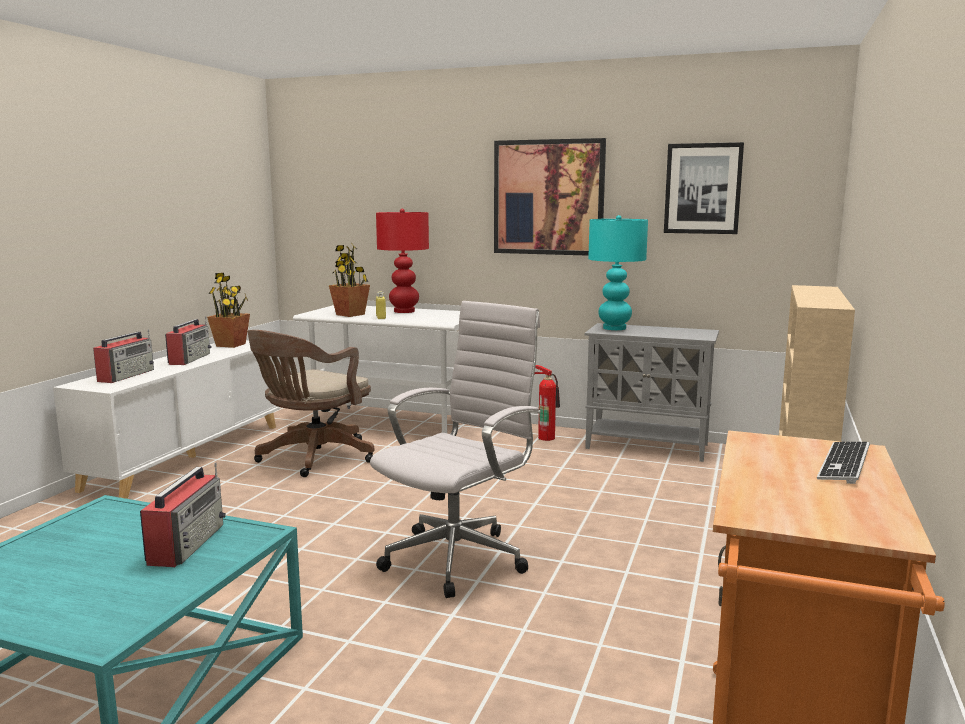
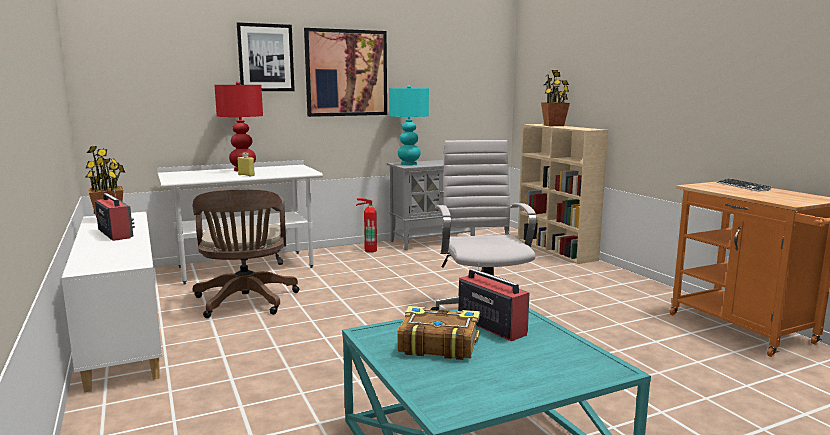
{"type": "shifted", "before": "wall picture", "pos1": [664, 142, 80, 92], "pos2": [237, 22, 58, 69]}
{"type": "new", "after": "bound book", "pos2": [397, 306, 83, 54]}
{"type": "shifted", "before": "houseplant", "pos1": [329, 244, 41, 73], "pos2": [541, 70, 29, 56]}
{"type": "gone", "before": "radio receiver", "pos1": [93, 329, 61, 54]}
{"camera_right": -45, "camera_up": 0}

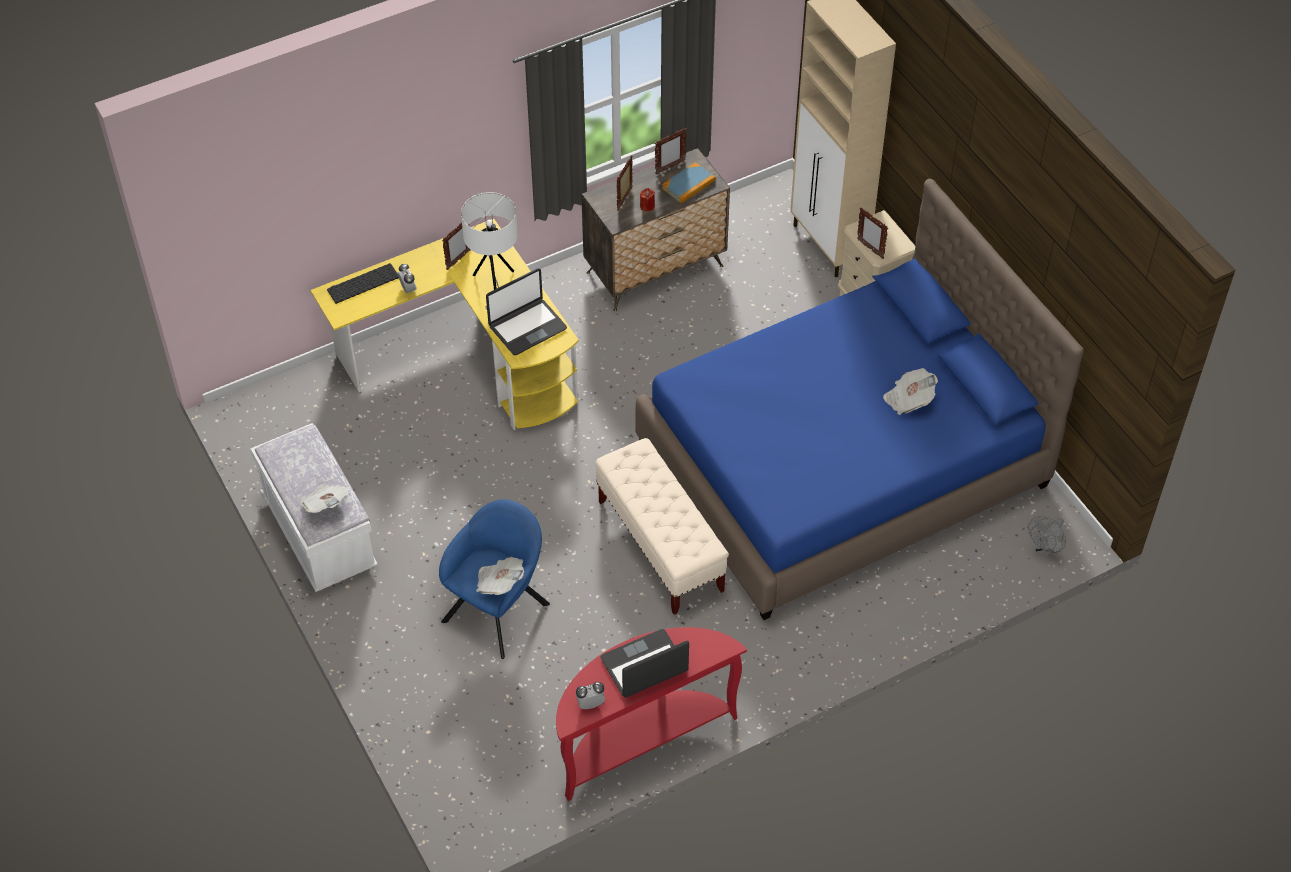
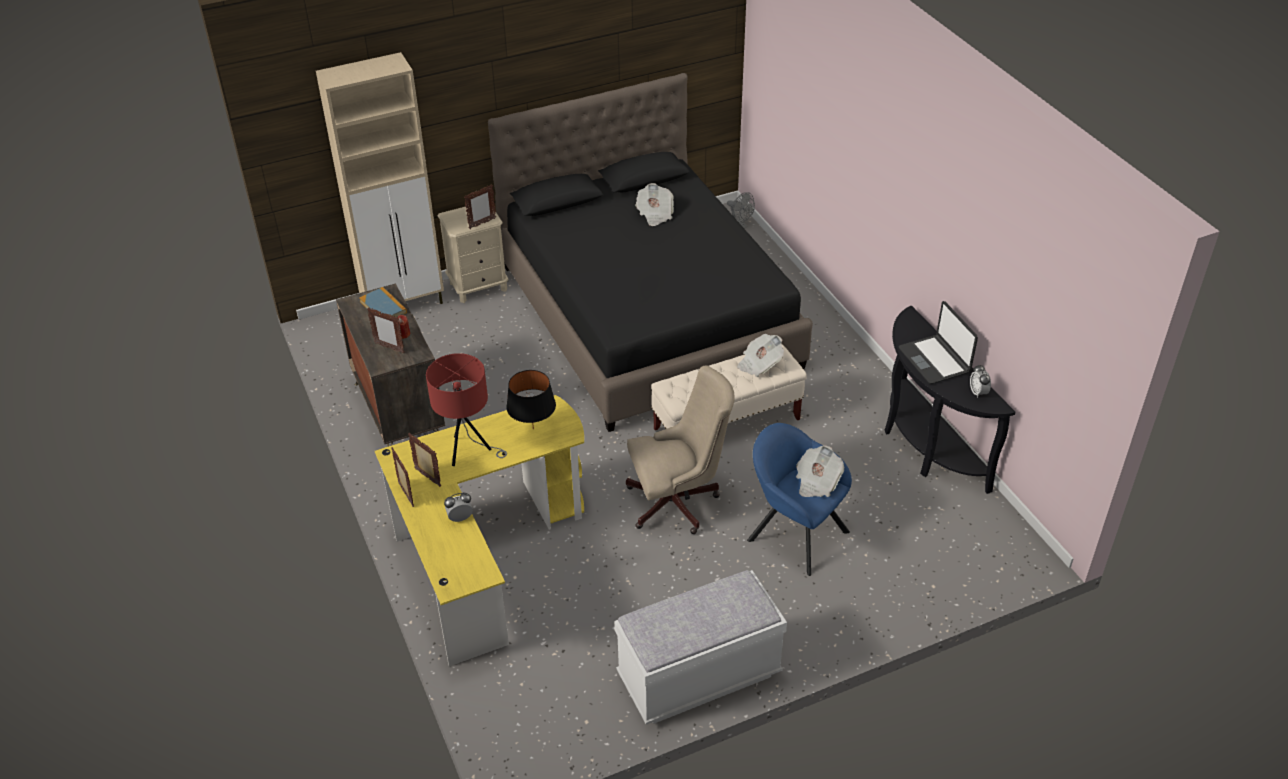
{"type": "shifted", "before": "picture frame", "pos1": [655, 128, 31, 46], "pos2": [391, 447, 23, 60]}
{"type": "repainted", "before": "table lamp/white-coloured", "after": "table lamp/red-coloured", "pos1": [461, 192, 57, 118], "pos2": [426, 353, 81, 113]}
{"type": "repainted", "before": "bedroom bed/blue-coloured", "after": "bedroom bed/black", "pos1": [635, 179, 449, 441], "pos2": [488, 73, 325, 359]}
{"type": "swapped", "before": "portable computer", "after": "table lamp/black", "pos1": [486, 268, 81, 87], "pos2": [506, 370, 50, 60]}
{"type": "new", "after": "computer chair/beige-coloured", "pos2": [626, 365, 109, 169]}
{"type": "shifted", "before": "daily paper", "pos1": [301, 484, 48, 29], "pos2": [737, 334, 47, 43]}
{"type": "repainted", "before": "hall table/red-coloured", "after": "hall table/black", "pos1": [556, 627, 191, 174], "pos2": [885, 306, 131, 188]}
{"type": "gone", "before": "PC keyboard", "pos1": [327, 263, 72, 41]}
{"camera_right": -85, "camera_up": -10}

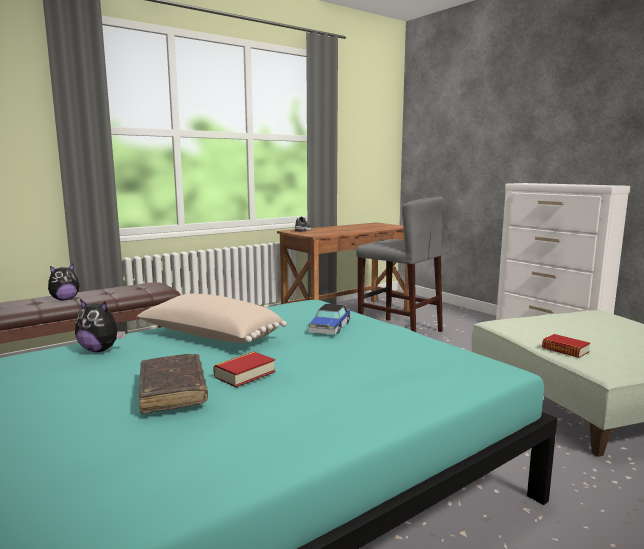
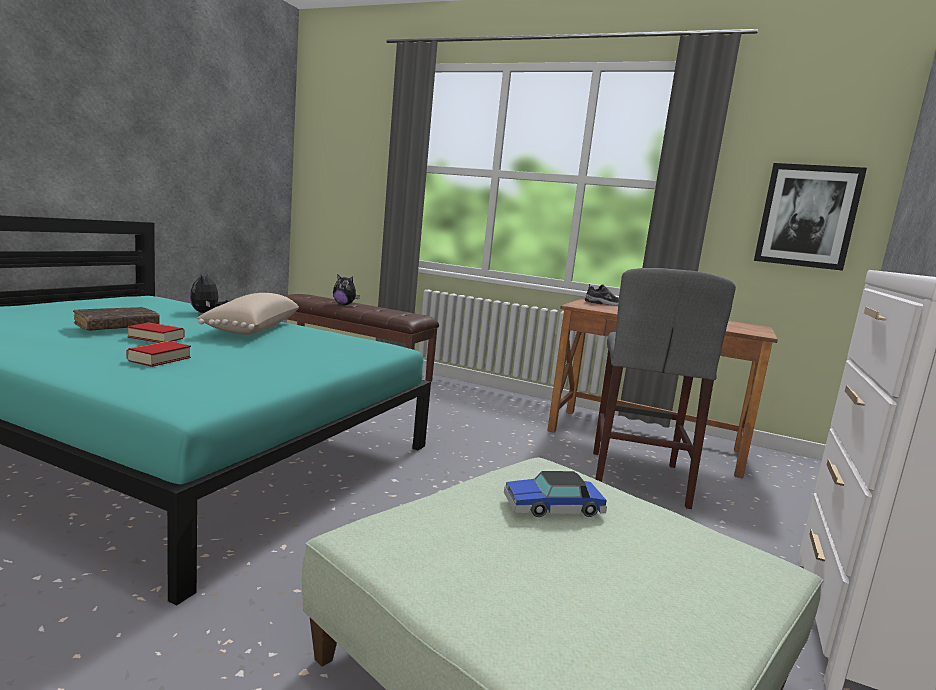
{"type": "shifted", "before": "bound book", "pos1": [542, 334, 48, 24], "pos2": [127, 341, 64, 26]}
{"type": "shifted", "before": "miniature car", "pos1": [308, 304, 43, 31], "pos2": [504, 471, 103, 46]}
{"type": "new", "after": "wall picture", "pos2": [754, 163, 113, 108]}
{"camera_right": 60, "camera_up": 0}

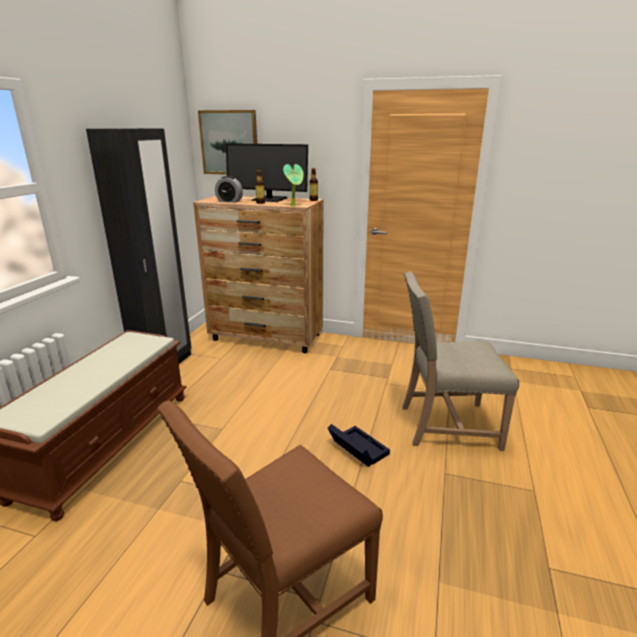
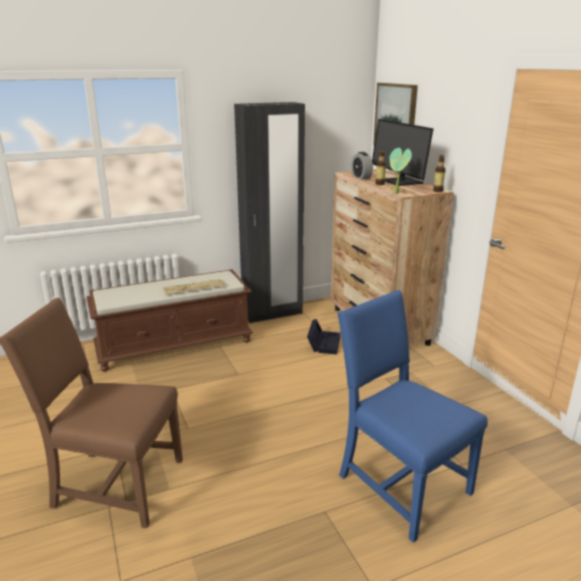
{"type": "new", "after": "PC keyboard", "pos2": [163, 279, 63, 16]}
{"type": "shifted", "before": "storage container/black", "pos1": [328, 424, 62, 43], "pos2": [307, 319, 34, 35]}
{"type": "repainted", "before": "plain chair/beige-coloured", "after": "plain chair/blue-coloured", "pos1": [402, 272, 117, 179], "pos2": [337, 290, 151, 253]}
{"camera_right": 50, "camera_up": 0}

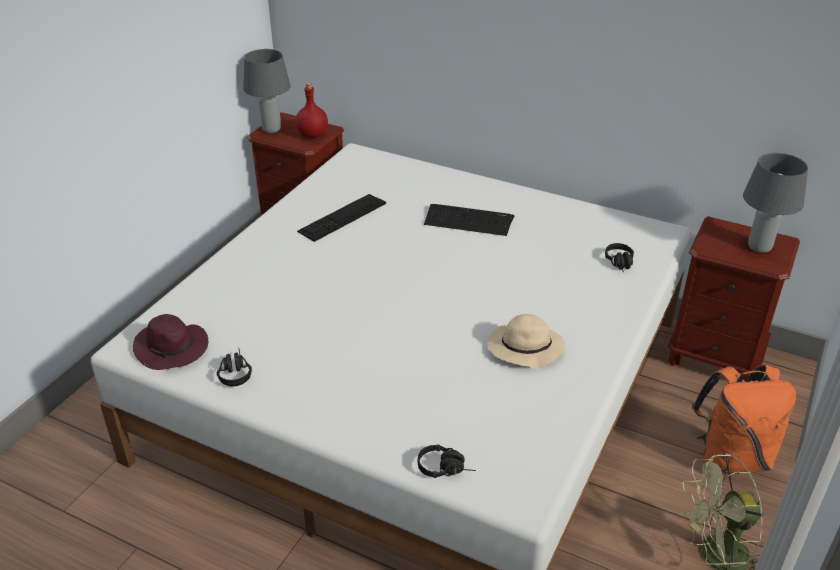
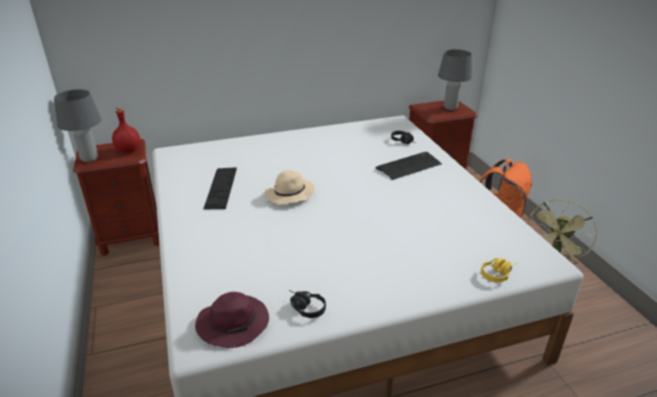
{"type": "shifted", "before": "hat/beige-coloured", "pos1": [488, 314, 77, 54], "pos2": [265, 170, 50, 34]}
{"type": "shifted", "before": "PC keyboard", "pos1": [424, 204, 90, 32], "pos2": [376, 152, 66, 28]}
{"type": "repainted", "before": "headphones/black", "after": "headphones/yellowish", "pos1": [417, 445, 59, 33], "pos2": [481, 258, 37, 24]}
{"camera_right": -45, "camera_up": -5}

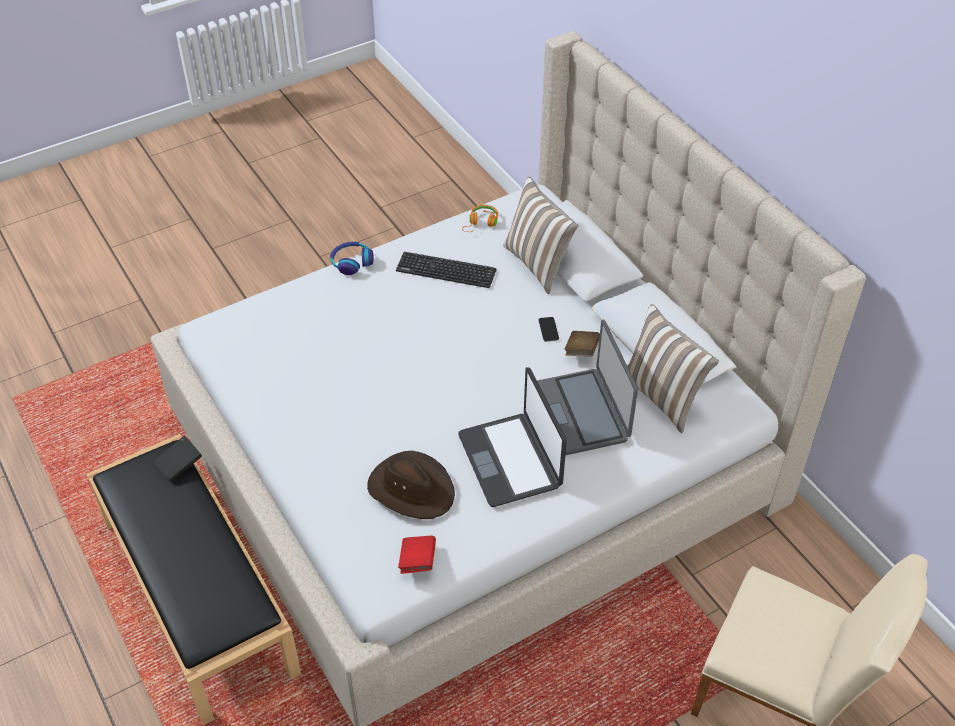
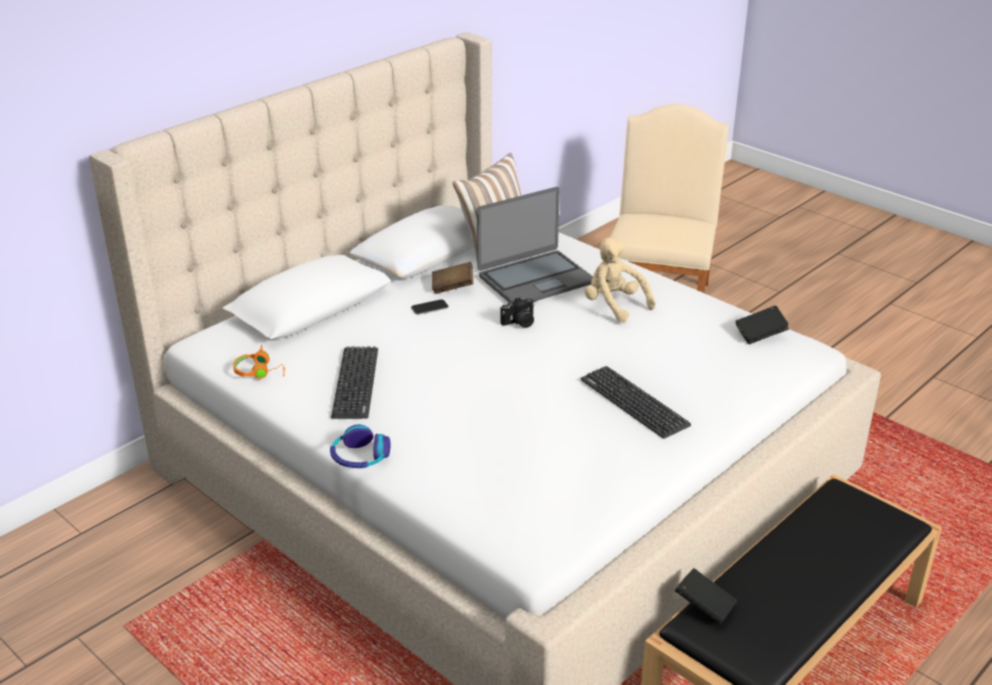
{"type": "new", "after": "still camera", "pos2": [501, 297, 34, 31]}
{"type": "new", "after": "PC keyboard", "pos2": [581, 366, 110, 73]}
{"type": "swapped", "before": "portable computer", "after": "soft toy/beige-coloured", "pos1": [458, 367, 109, 140], "pos2": [585, 237, 71, 86]}
{"type": "repainted", "before": "bound book/red-coloured", "after": "bound book/black", "pos1": [398, 536, 38, 38], "pos2": [735, 305, 54, 39]}
{"type": "gone", "before": "hat/brown", "pos1": [367, 451, 88, 68]}
{"type": "gone", "before": "pillow", "pos1": [504, 177, 74, 117]}
{"camera_right": -105, "camera_up": -15}

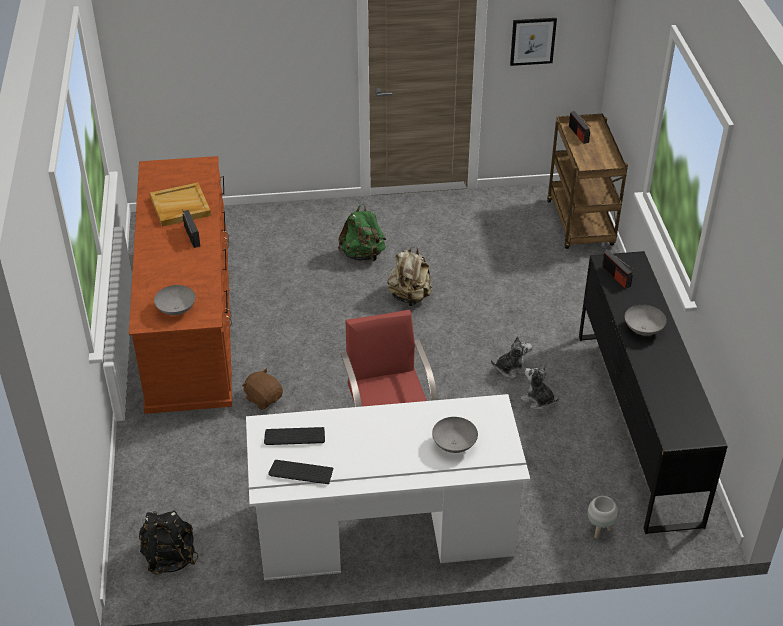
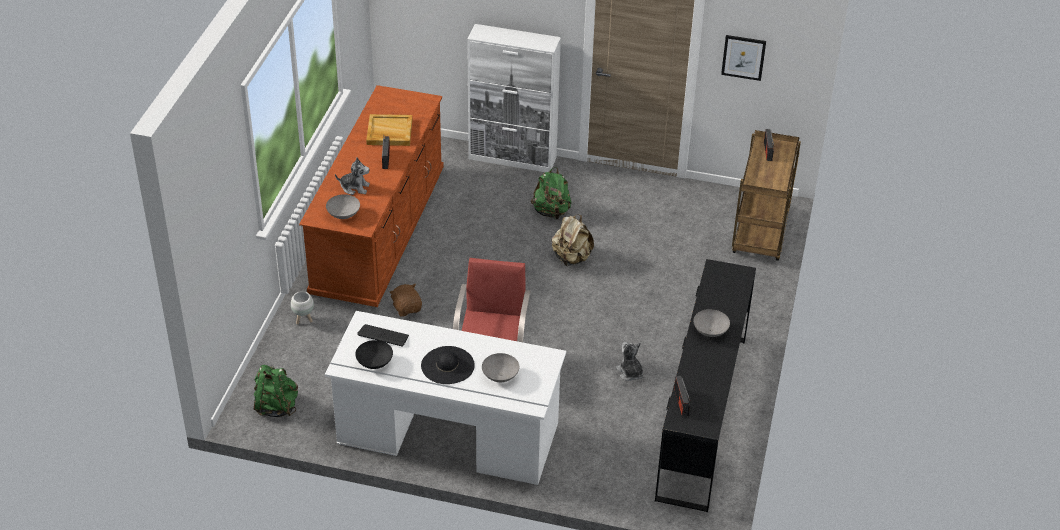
{"type": "repainted", "before": "backpack/black", "after": "backpack/green-coloured", "pos1": [139, 511, 60, 64], "pos2": [254, 365, 44, 52]}
{"type": "shifted", "before": "planter/white-coloured", "pos1": [588, 496, 30, 42], "pos2": [291, 291, 23, 33]}
{"type": "shifted", "before": "soft toy", "pos1": [491, 336, 41, 42], "pos2": [335, 157, 35, 38]}
{"type": "swapped", "before": "PC keyboard", "after": "bowl/black", "pos1": [268, 460, 66, 24], "pos2": [355, 340, 38, 29]}
{"type": "new", "after": "hat/black", "pos2": [421, 346, 54, 38]}
{"type": "new", "after": "cabinet/white-coloured", "pos2": [467, 24, 94, 148]}
{"type": "shifted", "before": "radio receiver", "pos1": [602, 250, 31, 39], "pos2": [674, 376, 16, 40]}
{"camera_right": 20, "camera_up": 0}

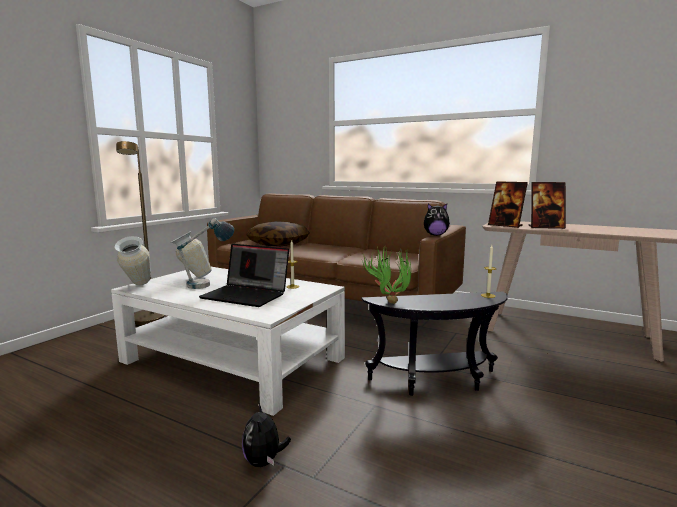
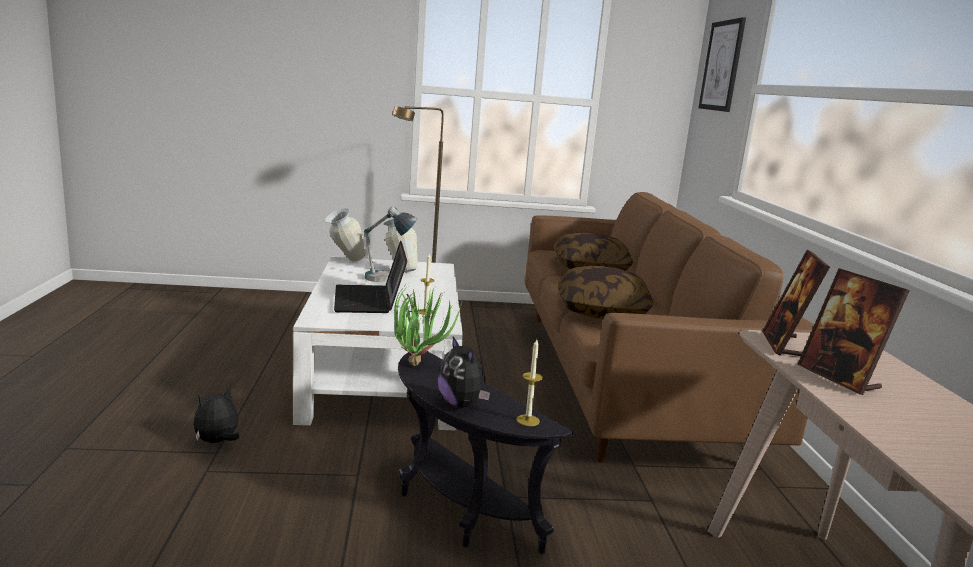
{"type": "shifted", "before": "soft toy", "pos1": [424, 204, 26, 32], "pos2": [438, 336, 52, 72]}
{"type": "new", "after": "pillow", "pos2": [558, 266, 95, 53]}
{"type": "new", "after": "wall picture", "pos2": [699, 17, 47, 95]}
{"camera_right": 55, "camera_up": 5}

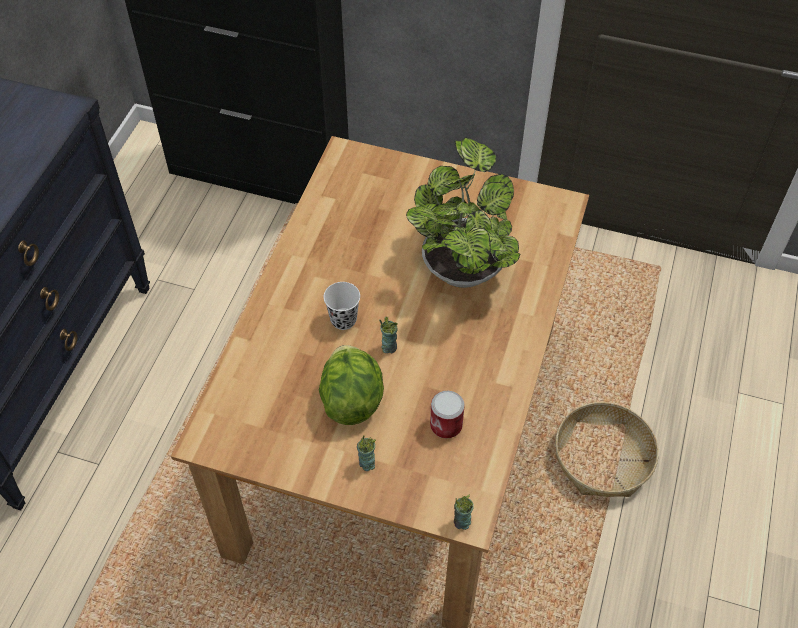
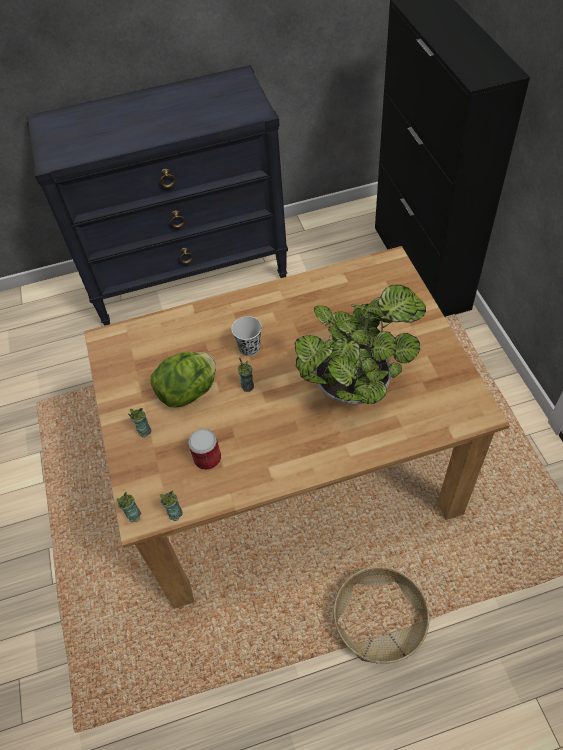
{"type": "new", "after": "small cup", "pos2": [160, 491, 23, 30]}
{"camera_right": 60, "camera_up": 0}

